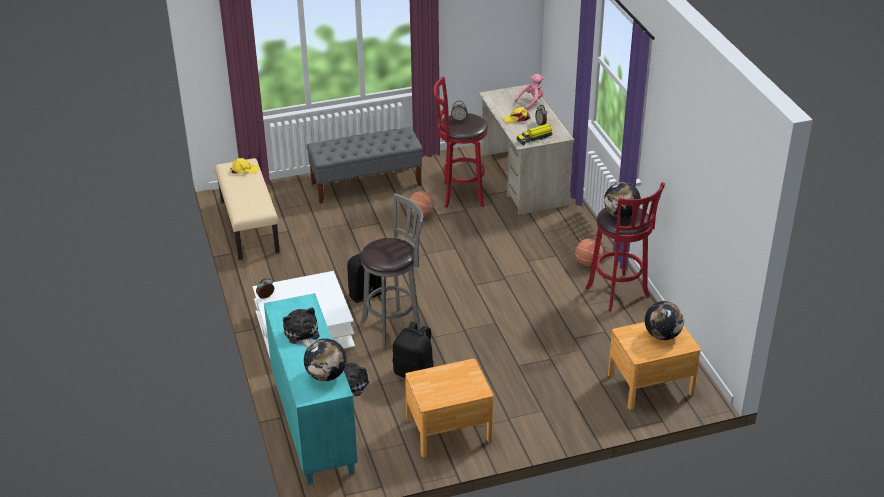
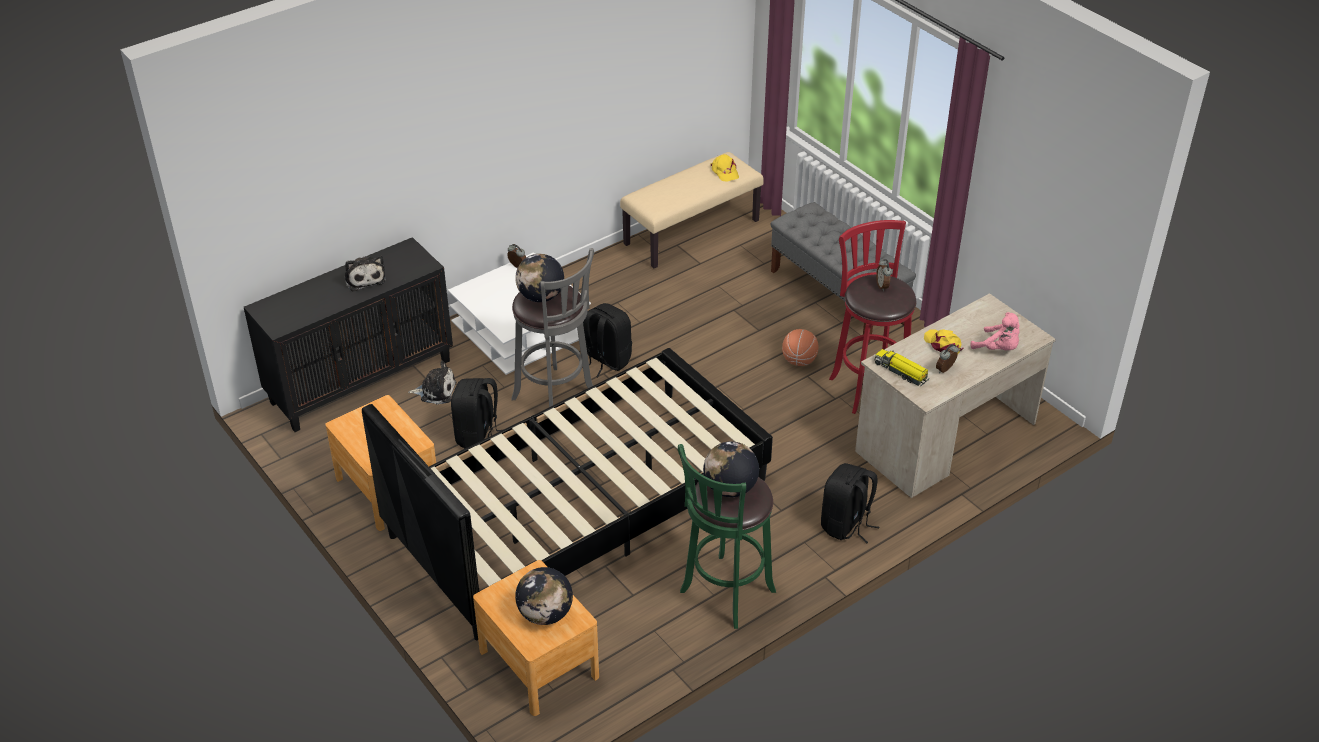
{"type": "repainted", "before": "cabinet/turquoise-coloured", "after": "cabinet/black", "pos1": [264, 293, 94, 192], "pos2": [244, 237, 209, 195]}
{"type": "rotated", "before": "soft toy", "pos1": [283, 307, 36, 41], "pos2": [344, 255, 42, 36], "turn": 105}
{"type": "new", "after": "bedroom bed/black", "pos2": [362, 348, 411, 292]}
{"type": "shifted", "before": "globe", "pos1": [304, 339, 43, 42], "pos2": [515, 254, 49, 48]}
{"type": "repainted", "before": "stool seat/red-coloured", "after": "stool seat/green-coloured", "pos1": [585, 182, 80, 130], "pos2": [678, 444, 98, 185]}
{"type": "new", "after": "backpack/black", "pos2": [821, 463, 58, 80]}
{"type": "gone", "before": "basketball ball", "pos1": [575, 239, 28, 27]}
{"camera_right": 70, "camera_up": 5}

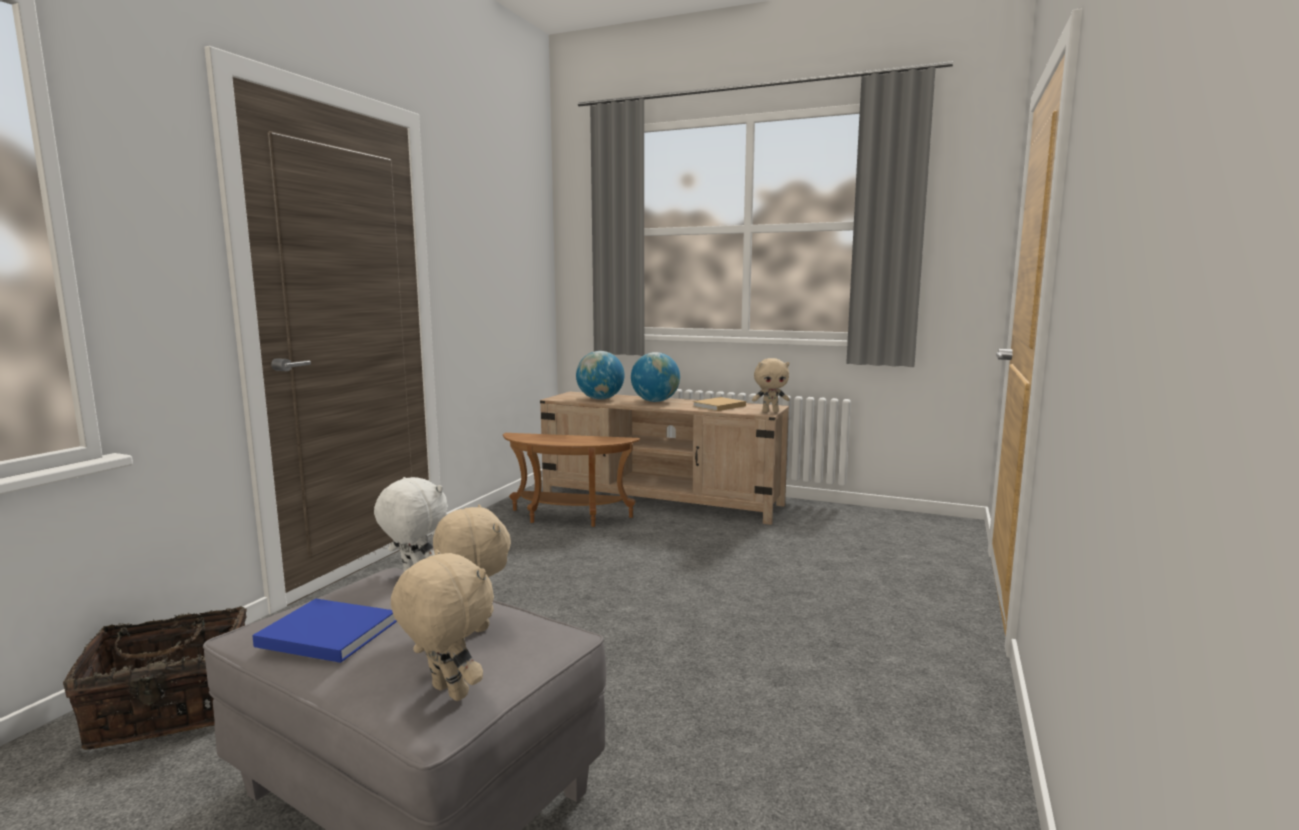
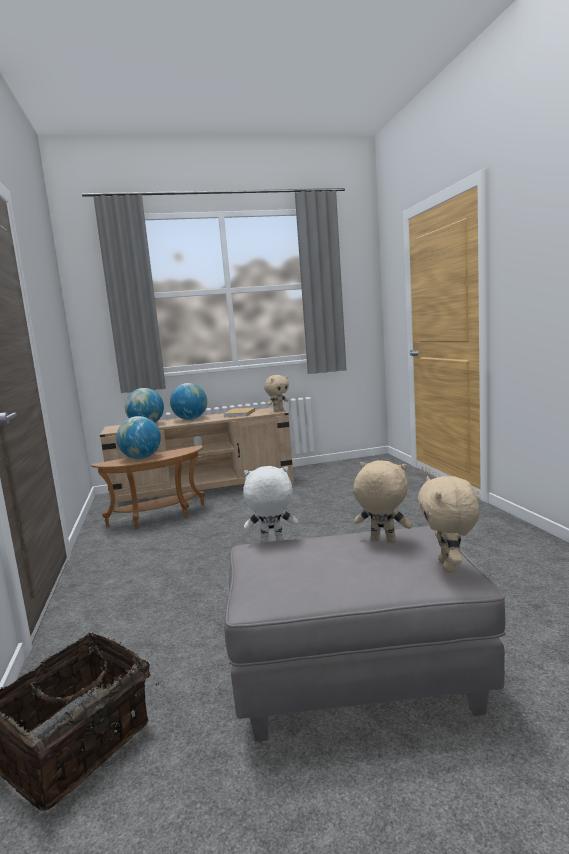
{"type": "new", "after": "globe", "pos2": [116, 416, 45, 43]}
{"type": "rotated", "before": "soft toy/beige-coloured", "pos1": [391, 550, 103, 151], "pos2": [418, 476, 62, 97], "turn": -90}
{"type": "gone", "before": "bound book/blue-coloured", "pos1": [252, 599, 145, 64]}
{"camera_right": -35, "camera_up": 0}

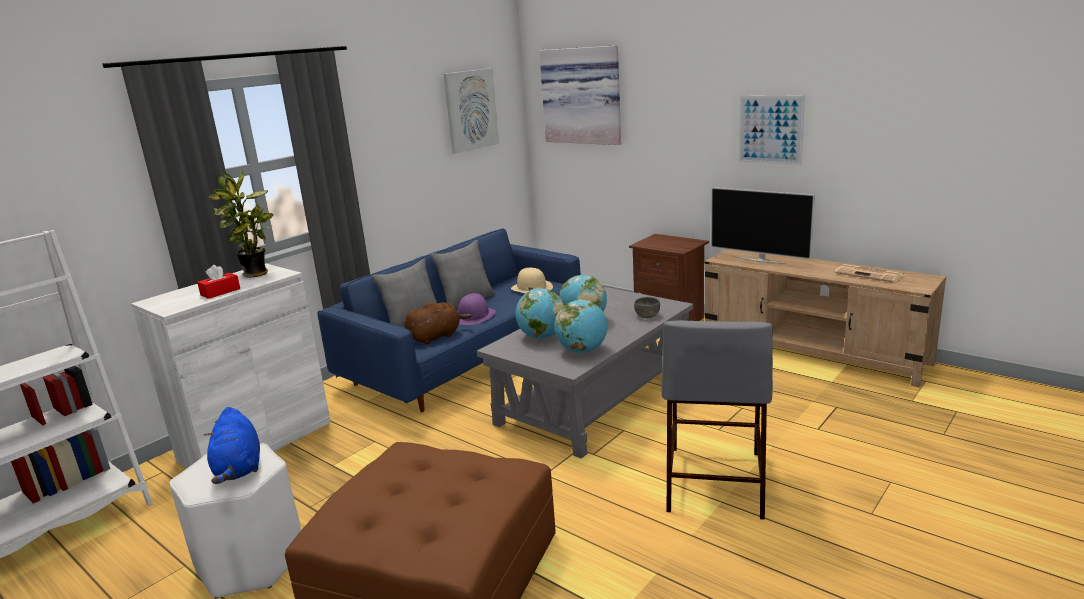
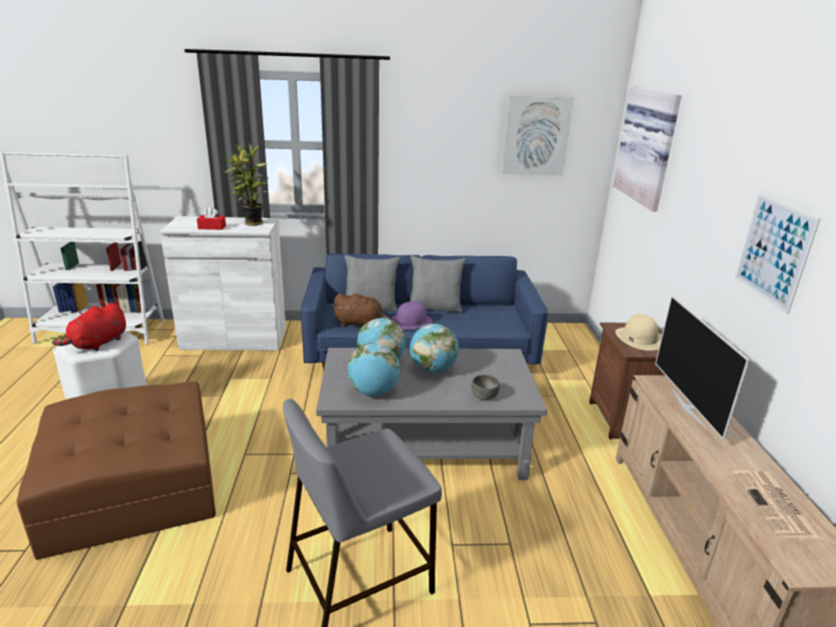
{"type": "repainted", "before": "soft toy/blue-coloured", "after": "soft toy/red-coloured", "pos1": [204, 407, 56, 77], "pos2": [52, 302, 74, 49]}
{"type": "shifted", "before": "hat/beige-coloured", "pos1": [511, 268, 42, 25], "pos2": [615, 314, 47, 37]}
{"camera_right": 45, "camera_up": 5}

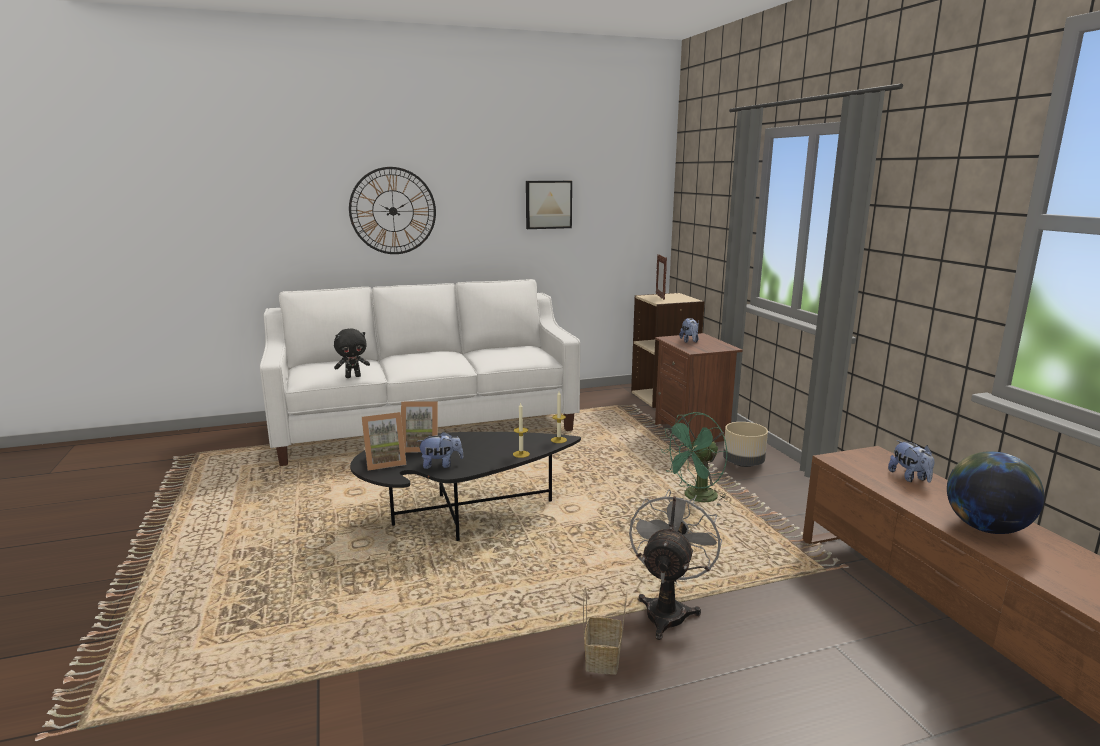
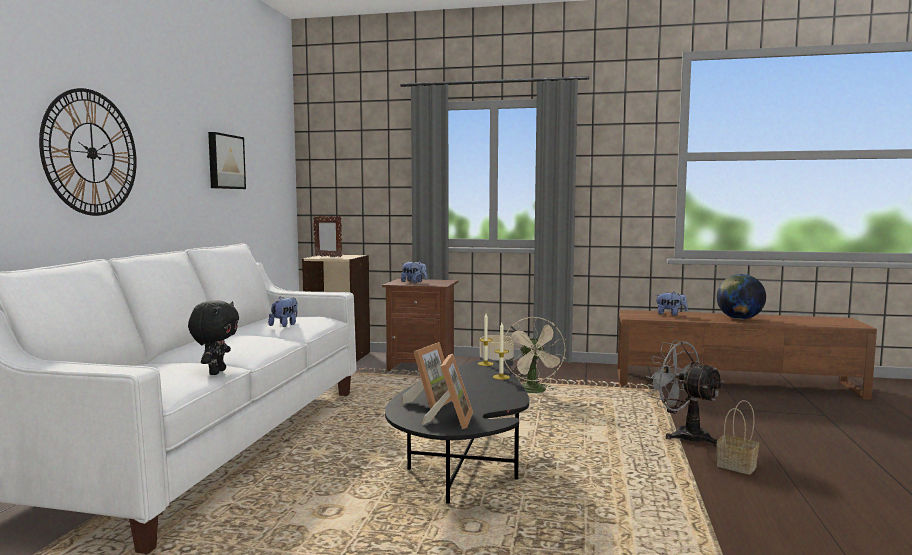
{"type": "shifted", "before": "soft toy", "pos1": [418, 431, 46, 38], "pos2": [268, 296, 30, 31]}
{"type": "repainted", "before": "electric fan/green-coloured", "after": "electric fan/beige-coloured", "pos1": [661, 412, 67, 94], "pos2": [503, 317, 63, 76]}
{"camera_right": -60, "camera_up": -10}

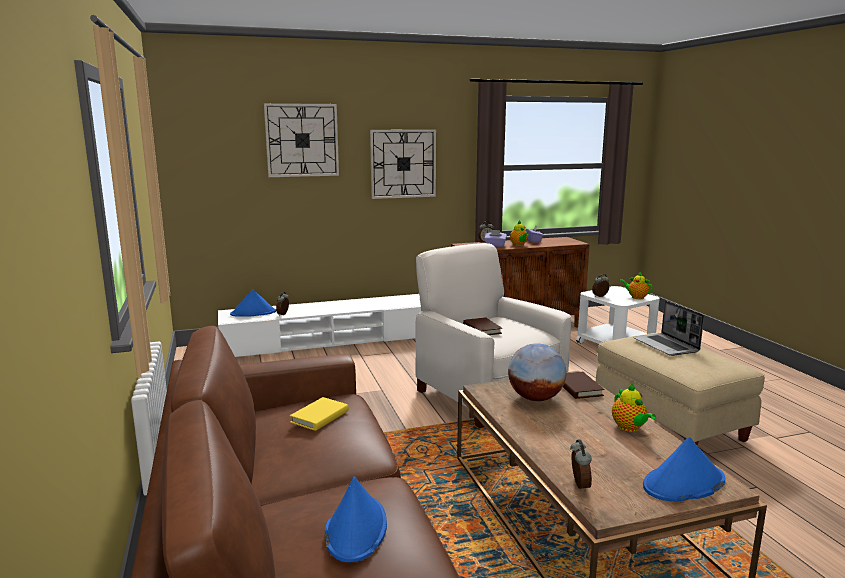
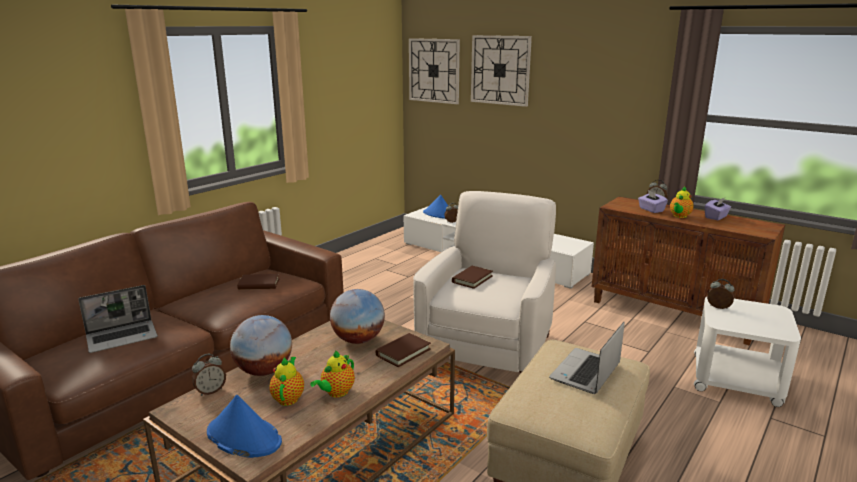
{"type": "swapped", "before": "hat/blue-coloured", "after": "portable computer", "pos1": [325, 477, 62, 85], "pos2": [78, 285, 80, 68]}
{"type": "new", "after": "globe", "pos2": [230, 315, 62, 61]}
{"type": "repainted", "before": "bound book/yellowish", "after": "bound book/brown", "pos1": [290, 397, 59, 34], "pos2": [237, 274, 42, 16]}
{"type": "shifted", "before": "pot for tea", "pos1": [619, 272, 34, 27], "pos2": [269, 357, 35, 49]}
{"type": "shifted", "before": "clock on the wall", "pos1": [370, 129, 66, 70], "pos2": [409, 38, 51, 66]}
{"camera_right": 55, "camera_up": 5}

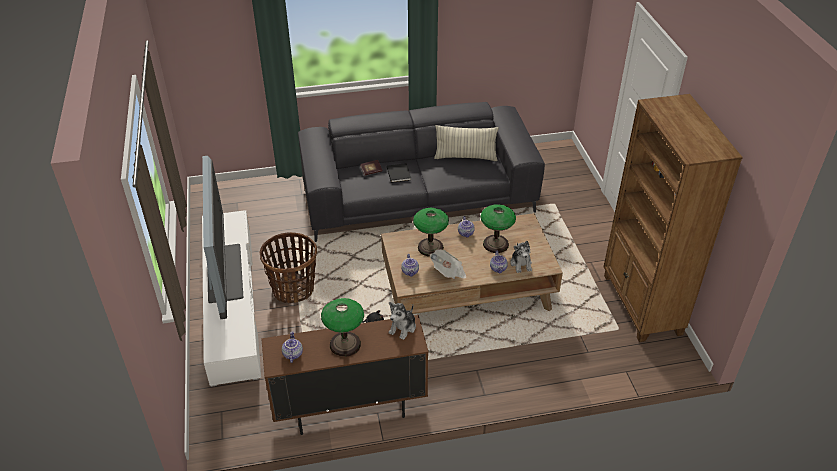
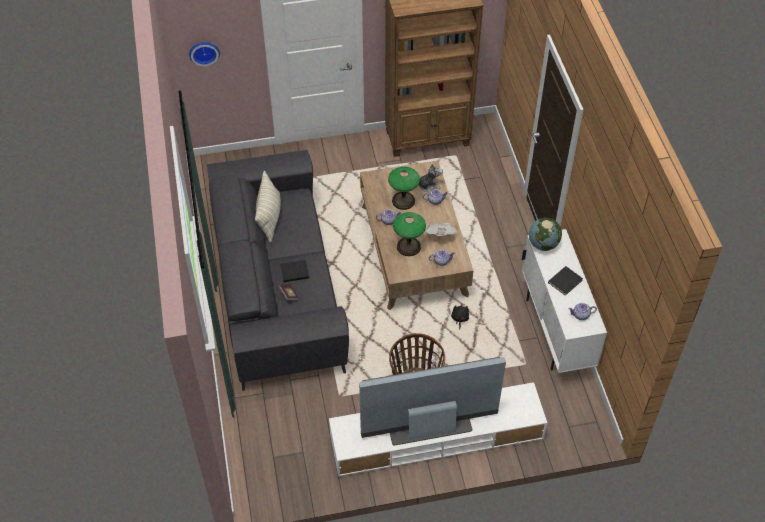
{"type": "new", "after": "clock on the wall", "pos2": [189, 42, 31, 24]}
{"type": "repainted", "before": "cabinet/brown", "after": "cabinet/white-coloured", "pos1": [261, 315, 168, 120], "pos2": [522, 229, 85, 144]}
{"type": "swapped", "before": "soft toy", "after": "globe", "pos1": [389, 302, 27, 38], "pos2": [529, 217, 33, 34]}
{"type": "swapped", "before": "table lamp", "after": "bound book/black", "pos1": [321, 298, 43, 59], "pos2": [548, 266, 35, 30]}
{"camera_right": -90, "camera_up": 10}

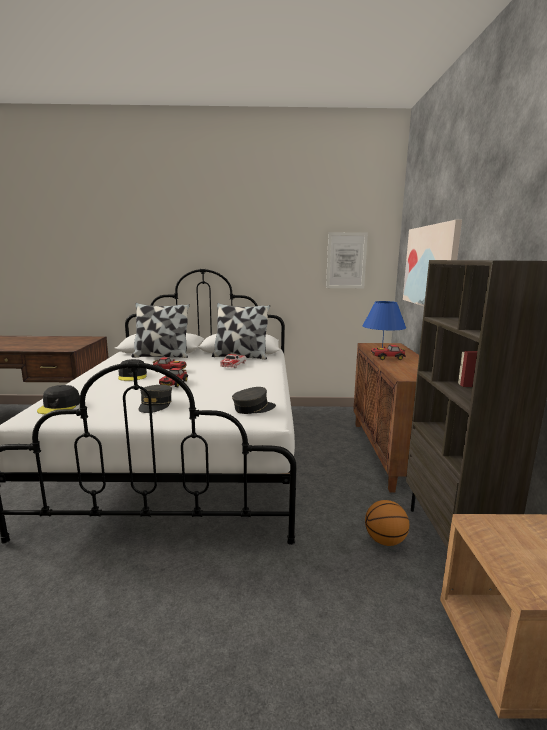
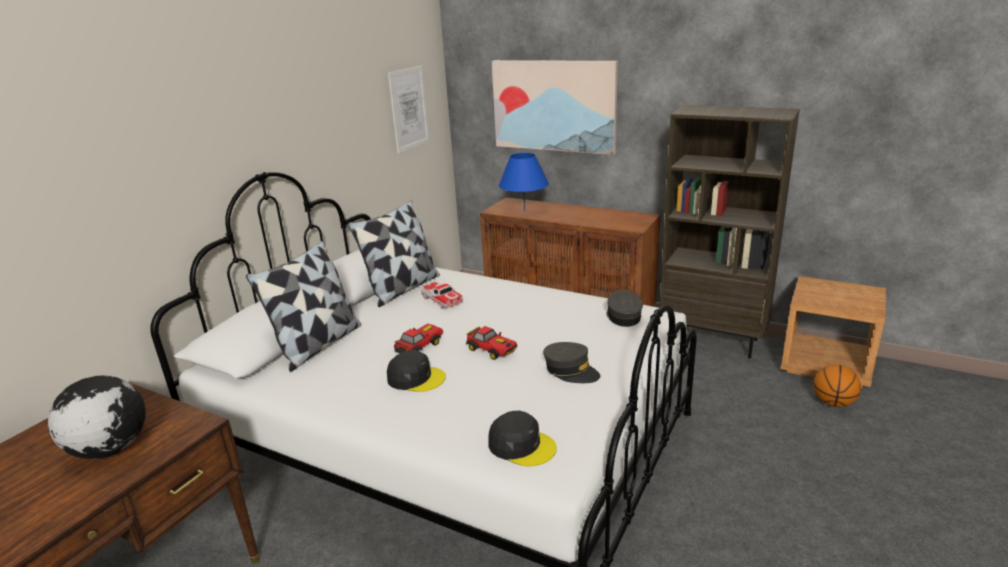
{"type": "new", "after": "globe", "pos2": [48, 375, 98, 84]}
{"type": "shifted", "before": "basketball ball", "pos1": [365, 500, 44, 46], "pos2": [814, 365, 47, 42]}
{"type": "gone", "before": "miniature car", "pos1": [371, 345, 35, 15]}
{"camera_right": -60, "camera_up": 10}

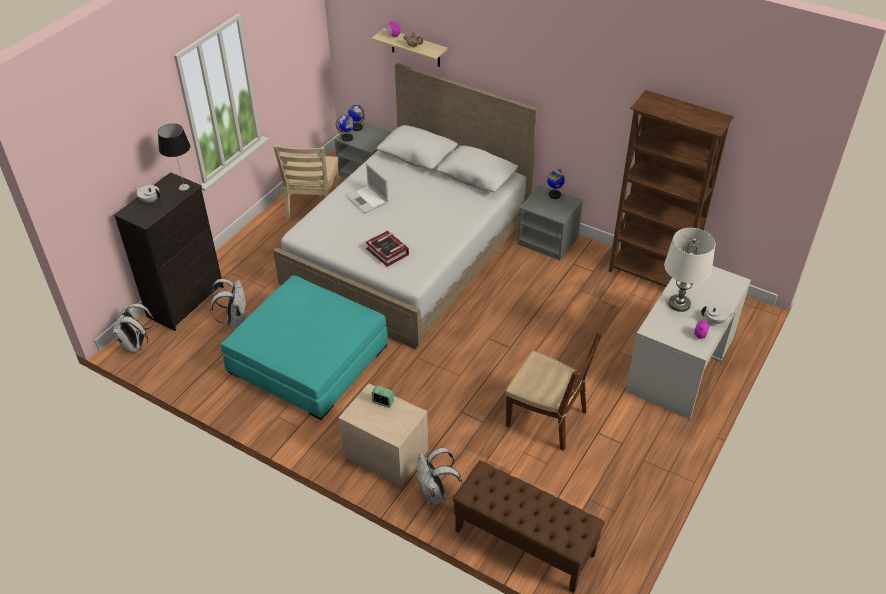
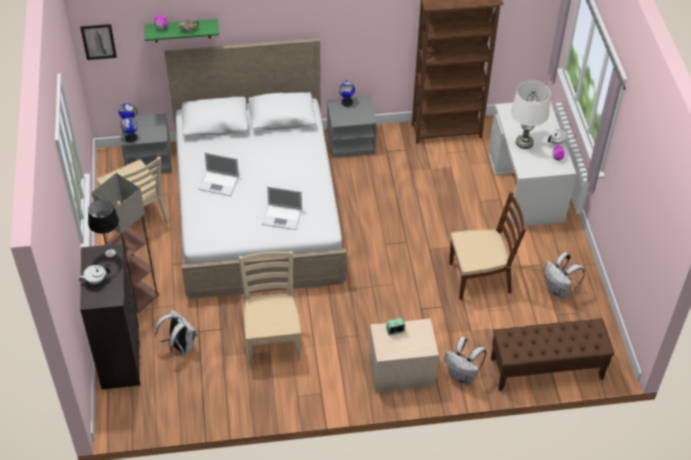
{"type": "new", "after": "wall picture", "pos2": [80, 24, 37, 36]}
{"type": "new", "after": "standard lamp", "pos2": [92, 173, 67, 140]}
{"type": "repainted", "before": "bracket shelf/beige-coloured", "after": "bracket shelf/green-coloured", "pos1": [371, 28, 77, 39], "pos2": [144, 19, 75, 23]}
{"type": "swapped", "before": "ottoman/turquoise-coloured", "after": "plain chair/beige-coloured", "pos1": [221, 275, 167, 145], "pos2": [238, 251, 63, 115]}
{"type": "swapped", "before": "bound book", "after": "portable computer", "pos1": [366, 231, 43, 36], "pos2": [262, 186, 40, 44]}
{"type": "shifted", "before": "backpack/white-coloured", "pos1": [113, 303, 41, 49], "pos2": [544, 252, 41, 47]}
{"camera_right": -40, "camera_up": 5}

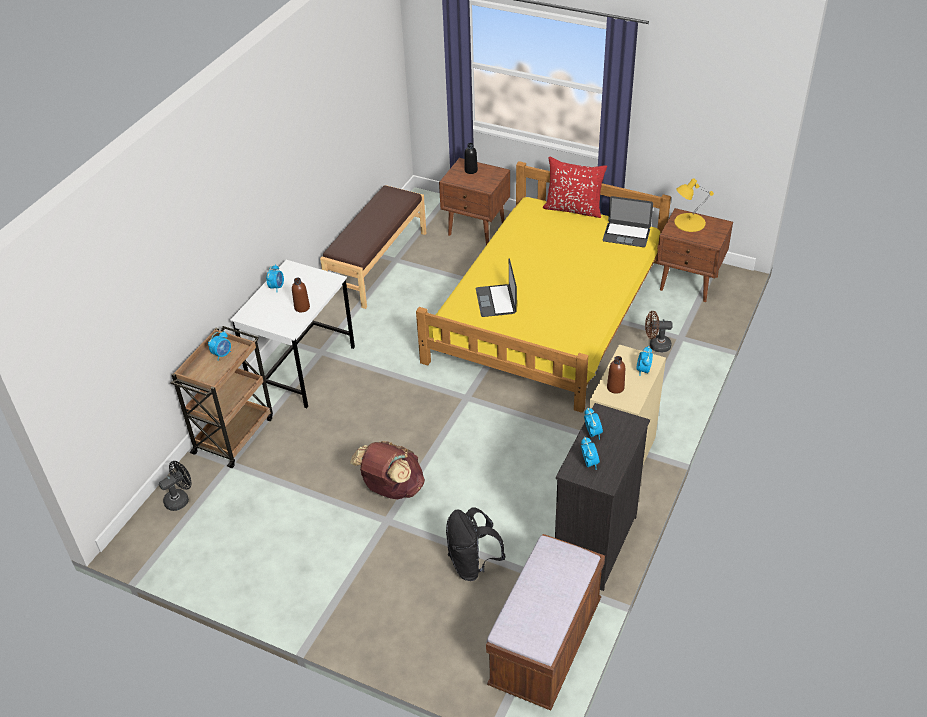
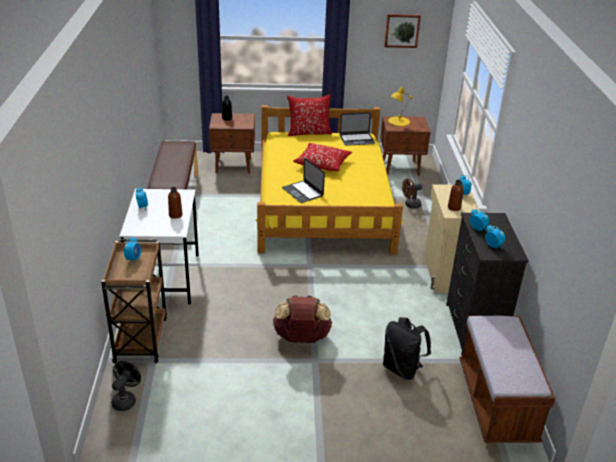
{"type": "new", "after": "pillow/red-coloured", "pos2": [293, 143, 59, 28]}
{"type": "new", "after": "wall picture", "pos2": [384, 14, 37, 34]}
{"camera_right": -30, "camera_up": -10}

